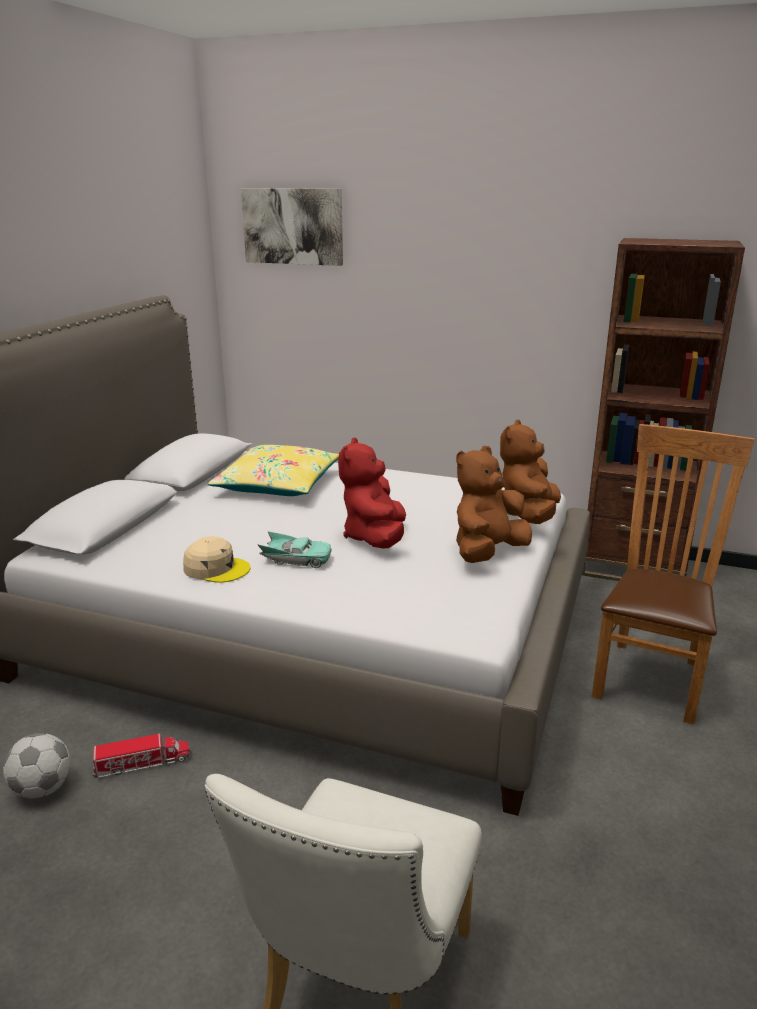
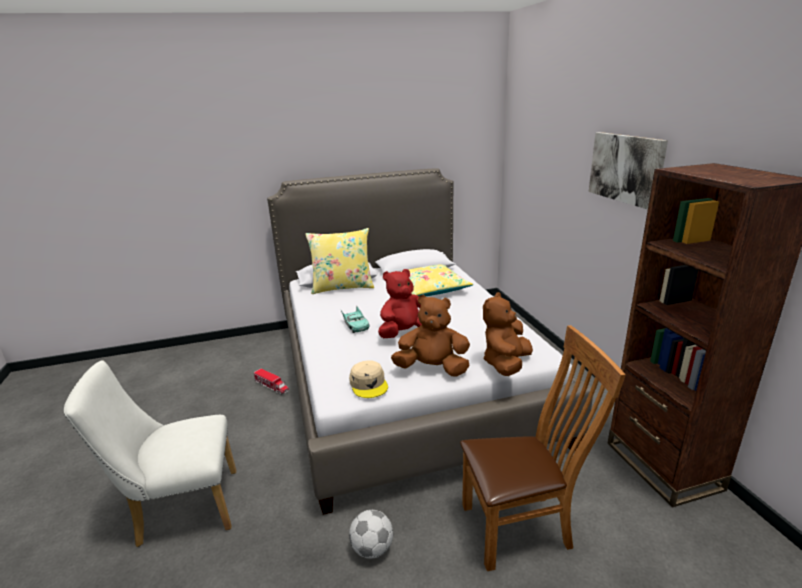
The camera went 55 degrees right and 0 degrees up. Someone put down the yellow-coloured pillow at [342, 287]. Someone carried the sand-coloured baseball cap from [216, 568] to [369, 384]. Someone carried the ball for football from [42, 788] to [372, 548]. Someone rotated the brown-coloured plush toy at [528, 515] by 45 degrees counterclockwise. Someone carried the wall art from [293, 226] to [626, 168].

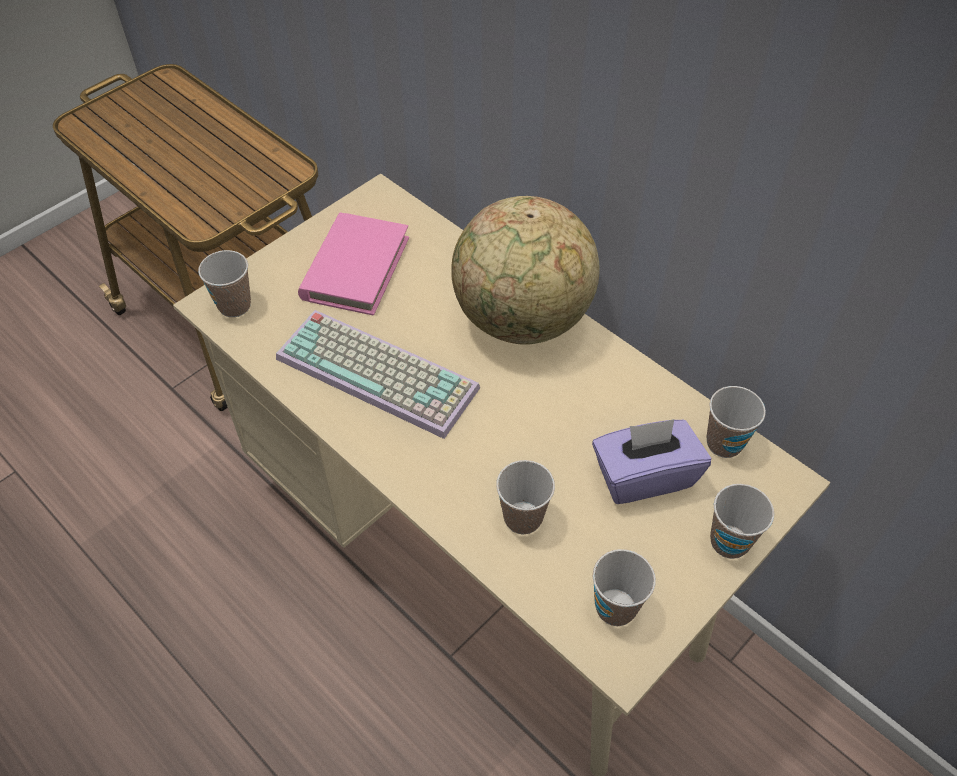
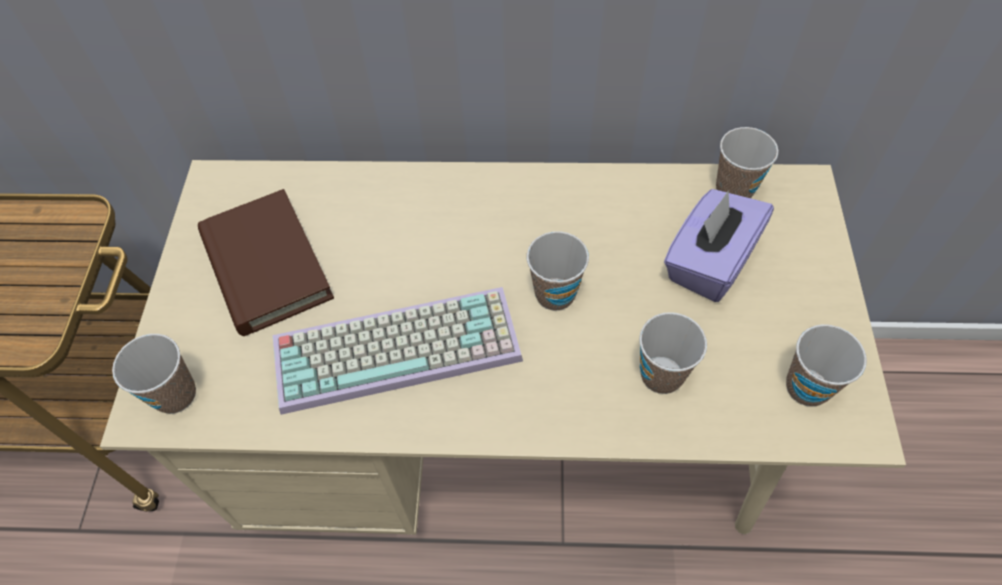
The camera went 40 degrees left and 5 degrees up. Someone repainted the pink-coloured book at [355, 268], which became the brown-coloured book at [266, 266]. Someone carried the drinking cup from [729, 542] to [555, 294]. Someone took away the globe at [522, 320].

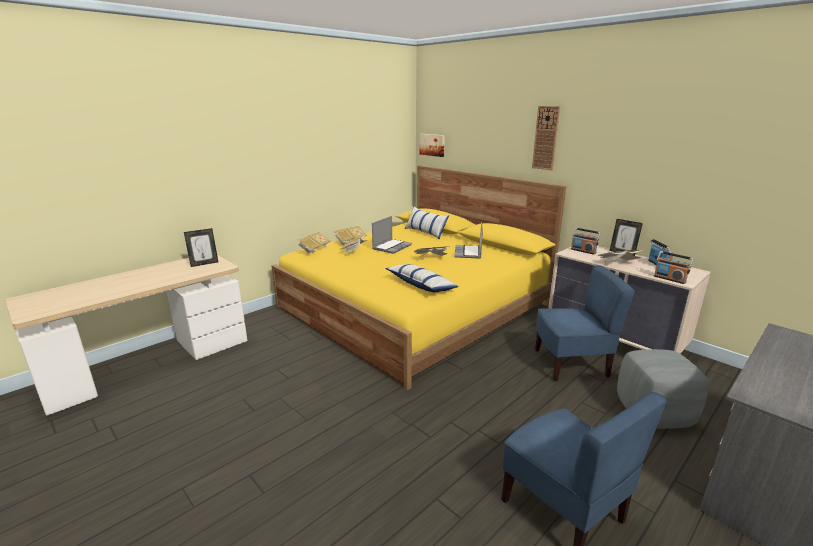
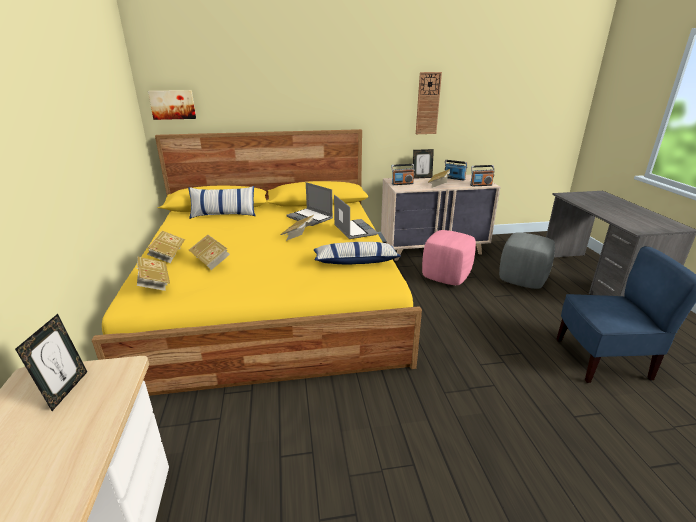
The camera went 55 degrees left and 5 degrees up. Someone carried the notebook computer from [392, 247] to [354, 230]. Someone carried the wall clock from [546, 138] to [428, 103]. Someone swapped the blue-coloured plain chair at [571, 364] for the pink-coloured footrest at [446, 277].

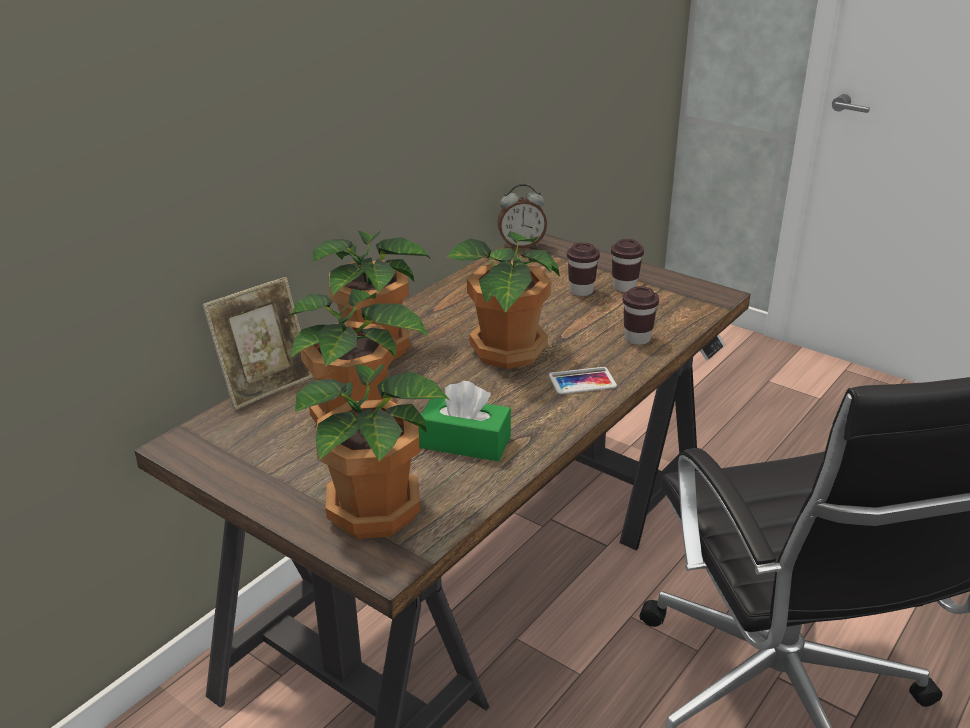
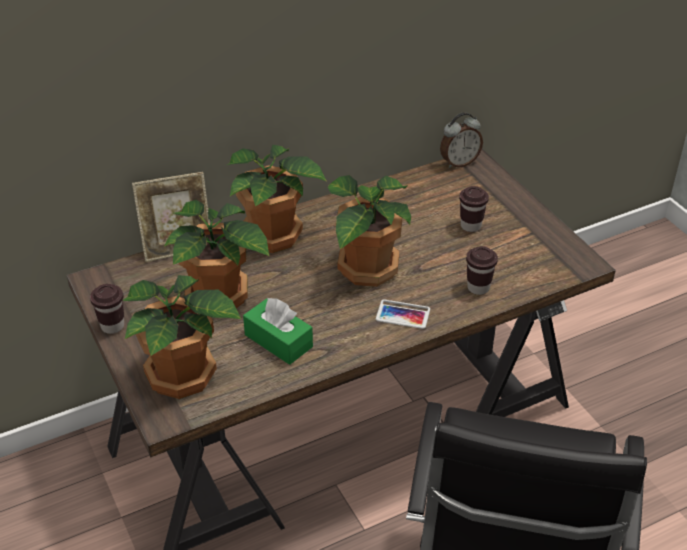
The camera went 25 degrees right and 10 degrees up. Someone carried the brown-coloured drinking cup from [624, 287] to [112, 326]. Someone rotated the bedside clock at [521, 245] by 45 degrees counterclockwise.

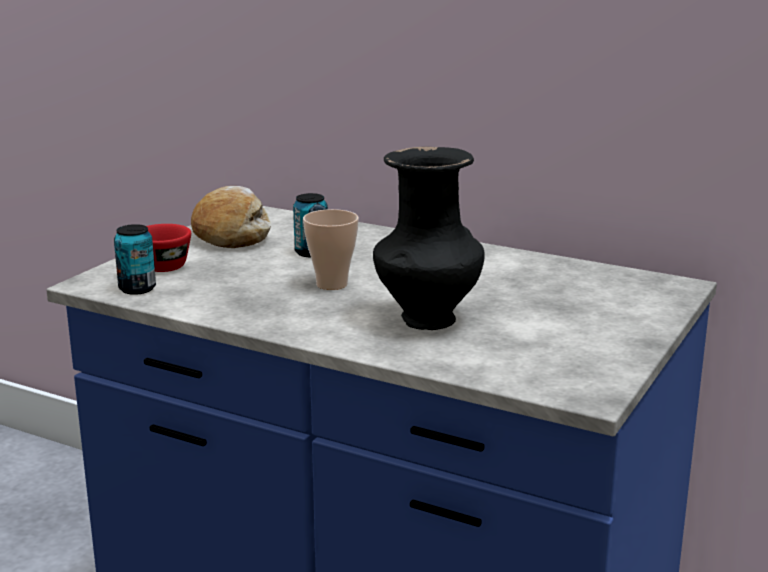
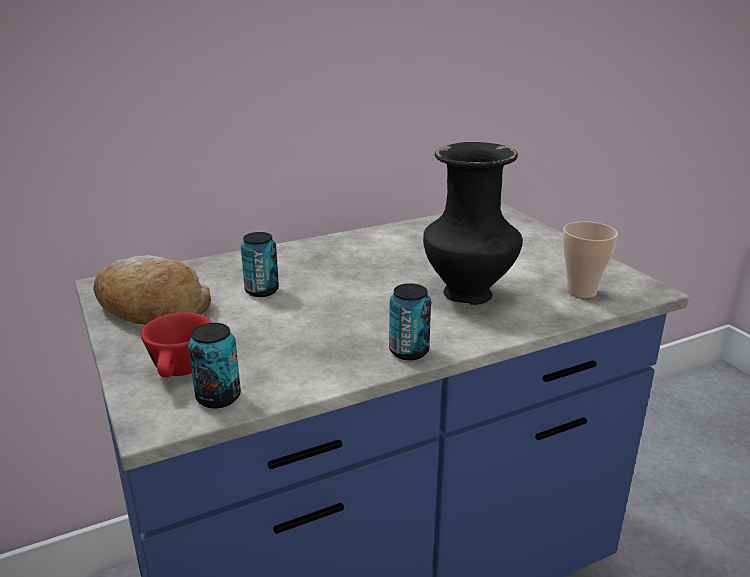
The camera went 55 degrees left and 5 degrees up. Someone put down the metal can at [409, 351]. Someone carried the drinking cup from [332, 284] to [581, 291].

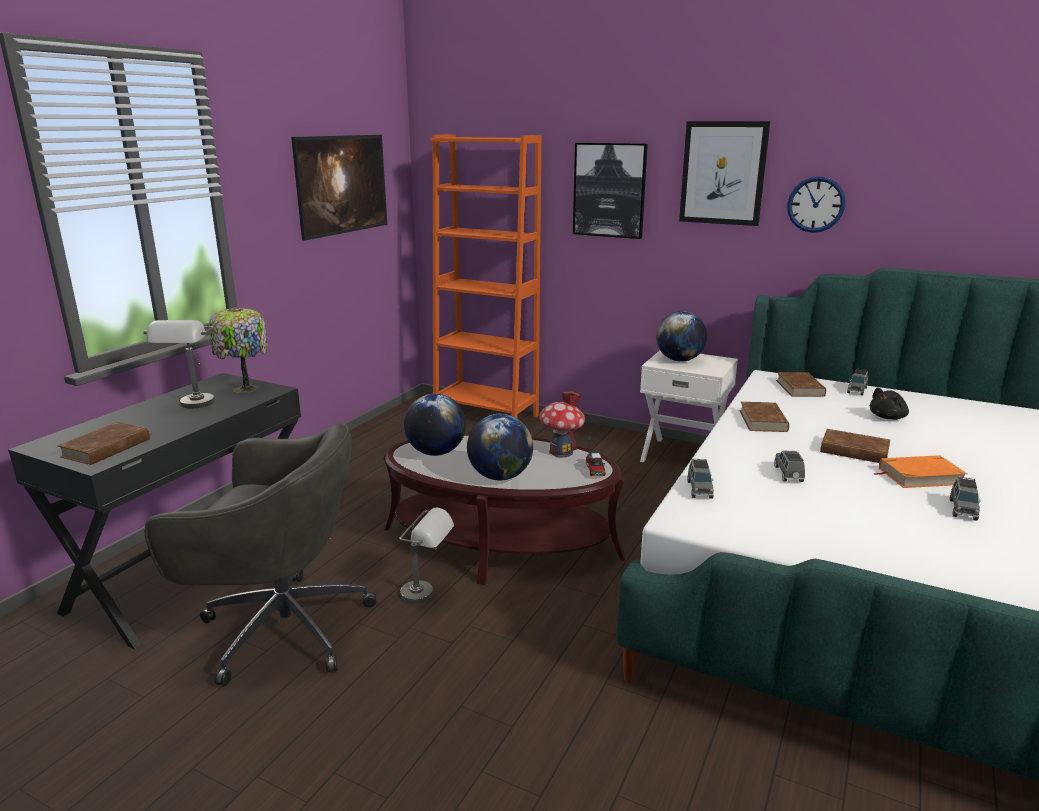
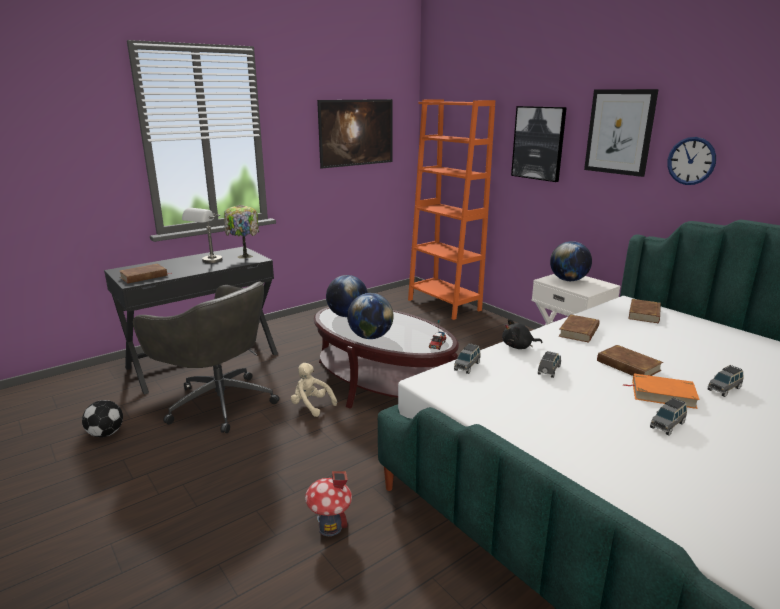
The camera went 25 degrees right and 0 degrees up. Someone put down the ball for football at [106, 433]. Someone swapped the grey tabletop lamp at [428, 595] for the sand-coloured plush toy at [311, 405]. Someone carried the miniature house from [561, 452] to [330, 527]. Someone carried the black plush toy from [888, 417] to [518, 347]. Someone carried the grey toy car from [857, 390] to [724, 389].

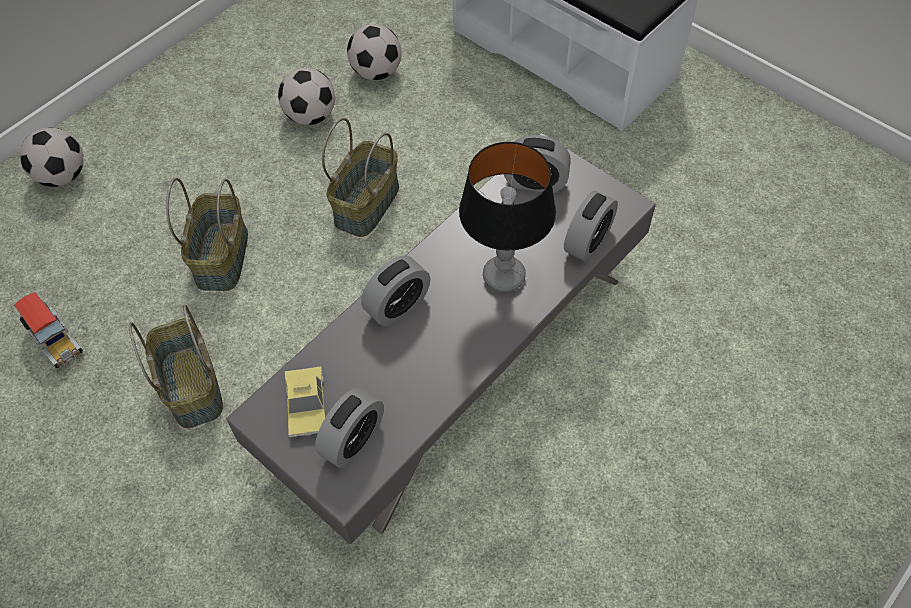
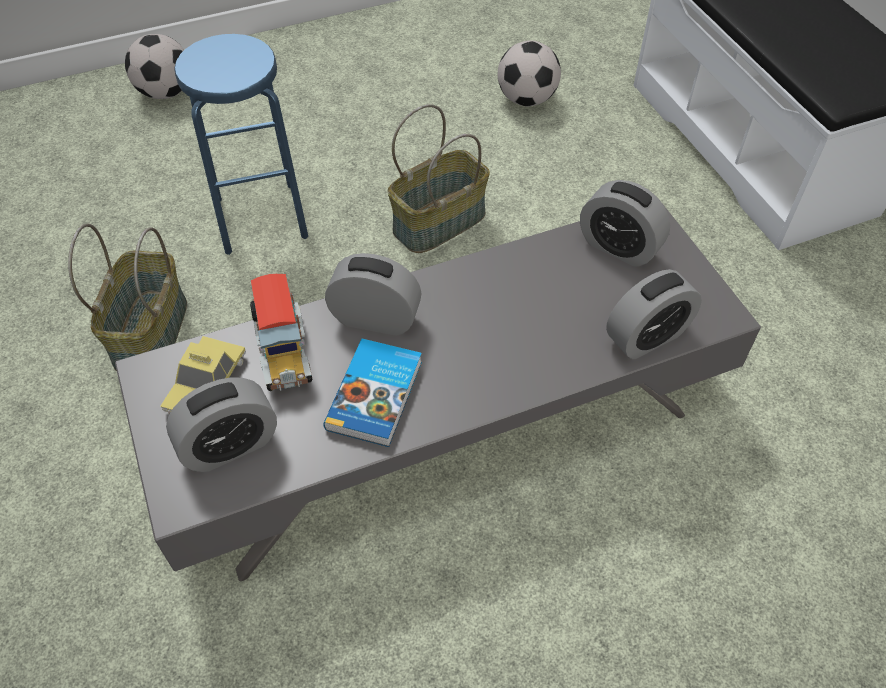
The camera went 25 degrees right and 5 degrees down. Someone swapped the basket at [221, 256] for the blue-coloured stool seat at [260, 218]. Someone carried the toy lorry from [56, 342] to [283, 353]. Someone put down the book at [377, 395]. Someone rotated the bedside clock at [397, 305] by 150 degrees counterclockwise. Someone took away the ball for football at [311, 116]. Someone took away the tabletop lamp at [503, 276].

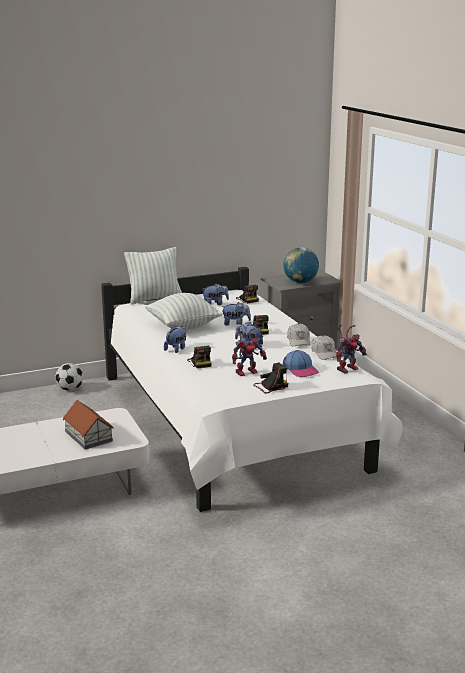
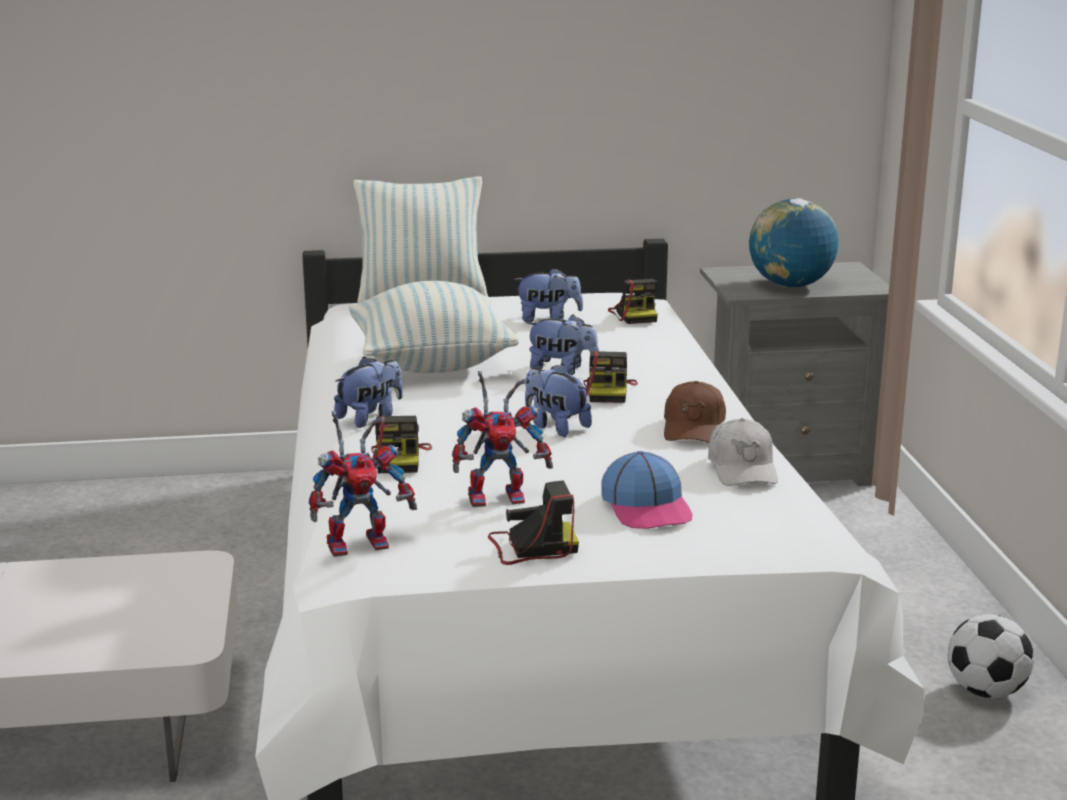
The camera went 15 degrees right and 0 degrees up. Someone carried the toy robot from [347, 368] to [361, 542]. Someone repainted the white baseball cap at [299, 341], which became the brown-coloured baseball cap at [694, 428]. Someone carried the ball for football from [70, 389] to [986, 691]. Someone took away the miniature house at [88, 436].

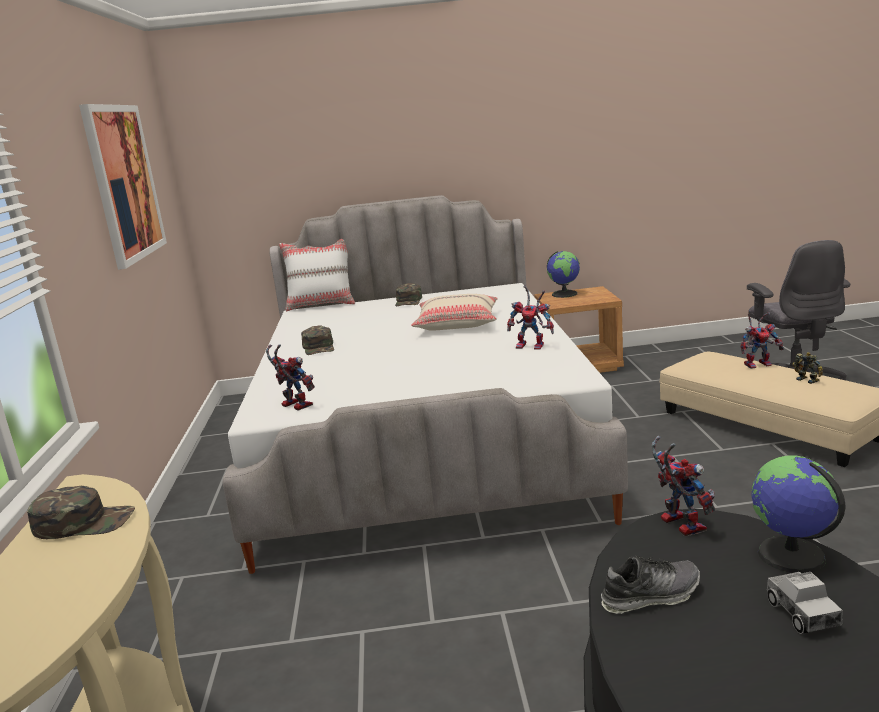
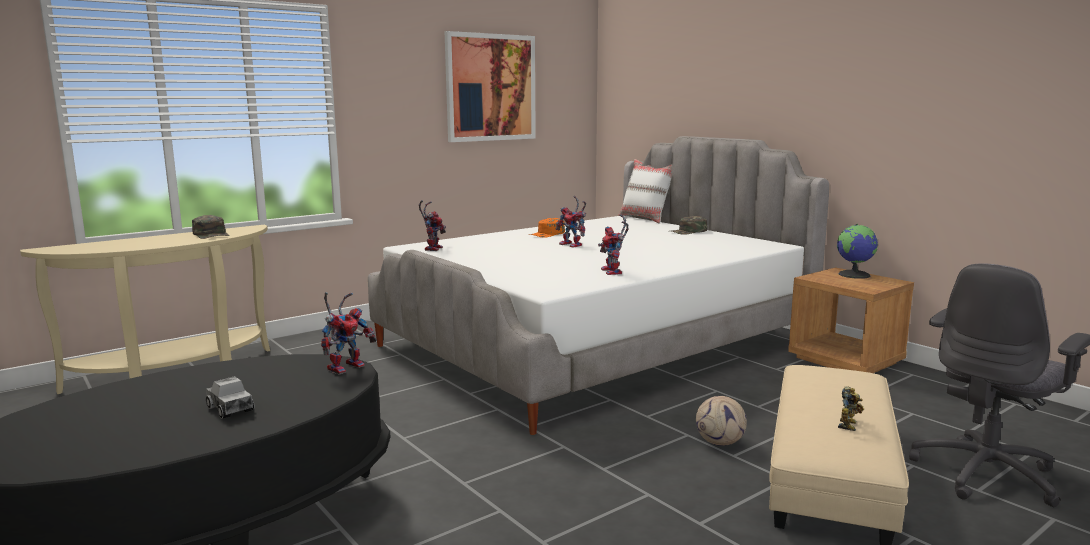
The camera went 55 degrees right and 5 degrees down. Someone rotated the toy lorry at [802, 613] by 90 degrees counterclockwise. Someone repainted the green-coloured baseball cap at [319, 347], which became the orange baseball cap at [547, 234]. Someone carried the toy robot from [758, 364] to [573, 245]. Someone put down the ball for football at [720, 443]. Someone took away the sand-coloured pillow at [457, 323]. Someone took away the item of footwear at [651, 596]. Someone took away the globe at [791, 555].

